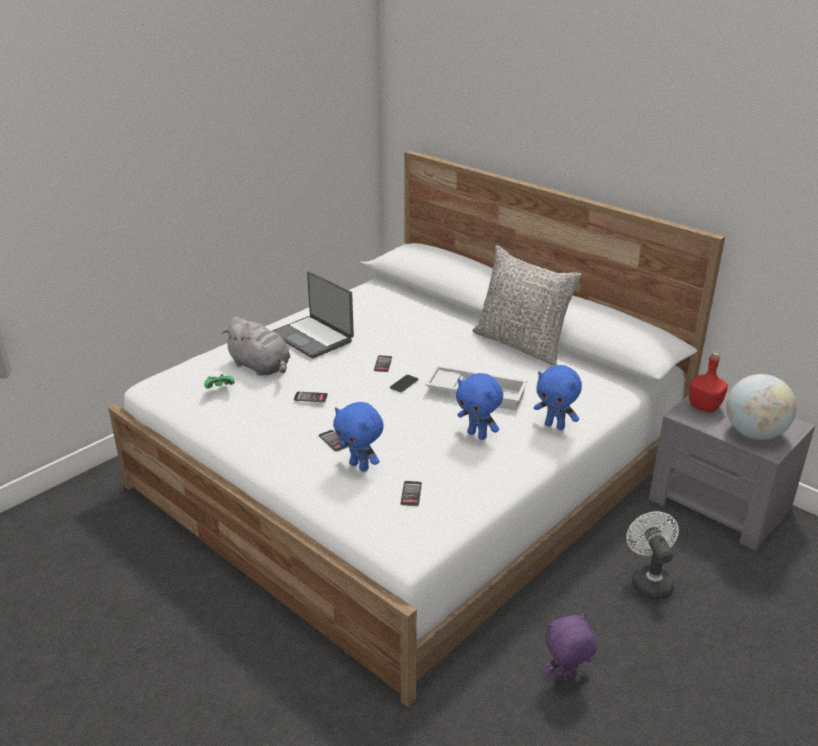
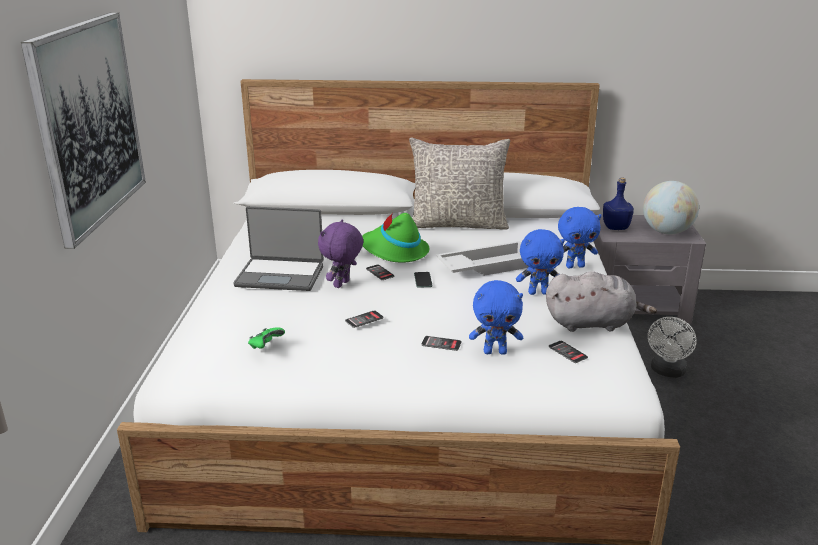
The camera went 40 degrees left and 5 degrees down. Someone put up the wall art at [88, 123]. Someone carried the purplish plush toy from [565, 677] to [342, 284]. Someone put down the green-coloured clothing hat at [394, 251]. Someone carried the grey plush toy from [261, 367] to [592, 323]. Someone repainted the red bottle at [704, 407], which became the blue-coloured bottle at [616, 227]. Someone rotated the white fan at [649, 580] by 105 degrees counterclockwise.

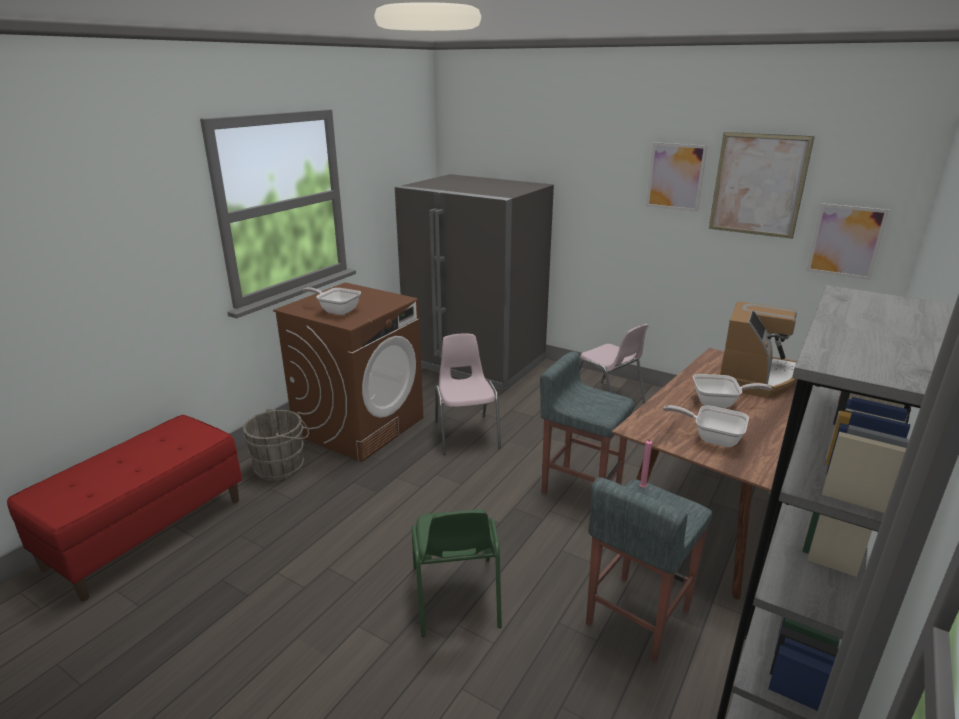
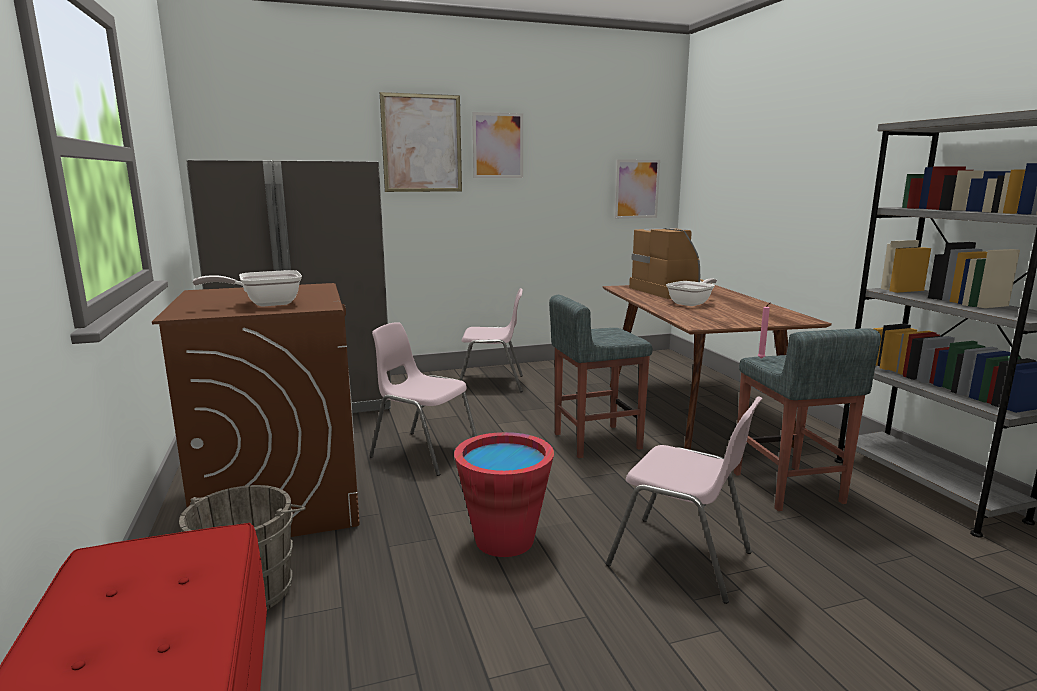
The camera went 50 degrees left and 10 degrees down. Someone carried the wall art from [758, 185] to [422, 143]. Someone put down the red water bucket at [504, 540]. Someone repainted the green-coloured plain chair at [456, 597], which became the pink-coloured plain chair at [682, 559]. Someone took away the frying pan at [711, 437].

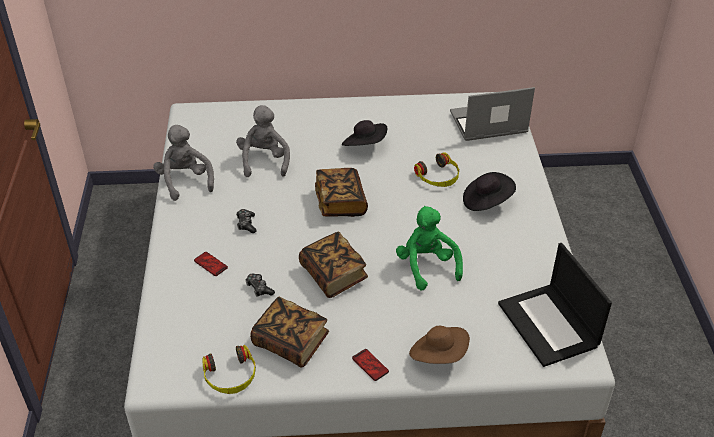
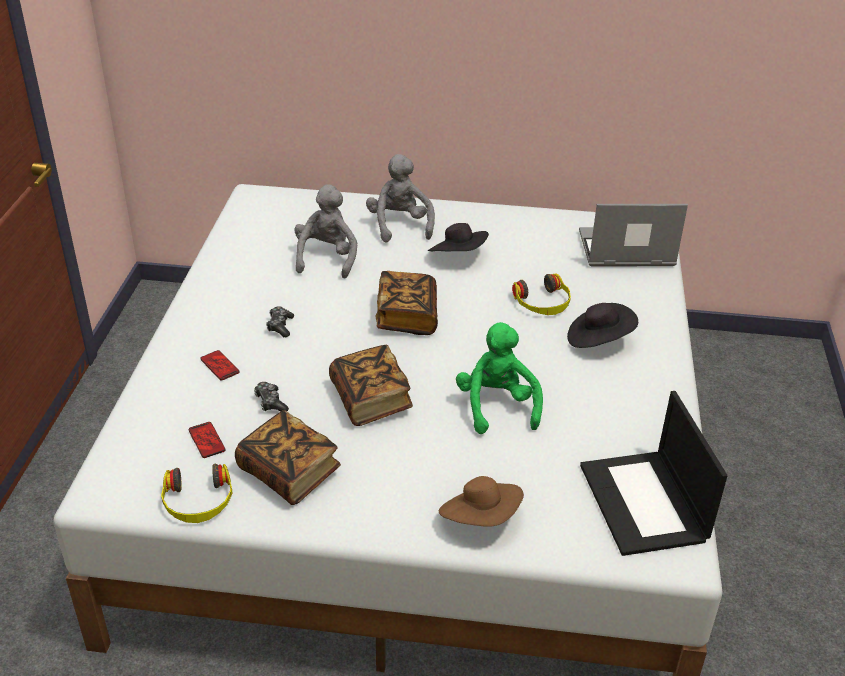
The camera went 10 degrees right and 5 degrees down. Someone carried the handset from [370, 365] to [207, 440]. Someone carried the grey plush toy from [185, 181] to [399, 225].

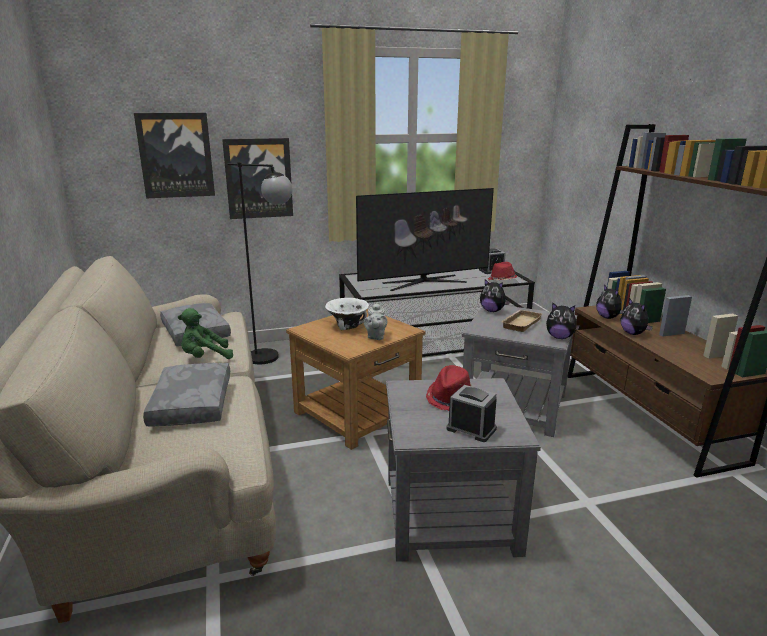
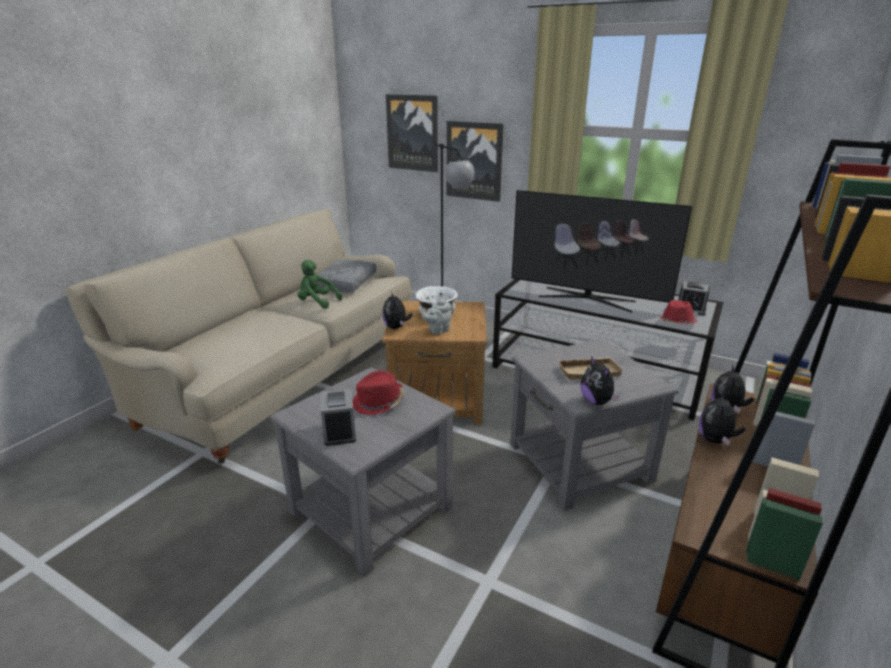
The camera went 45 degrees right and 5 degrees up. Someone carried the plush toy from [492, 311] to [396, 327]. Someone took away the grey pillow at [190, 404].

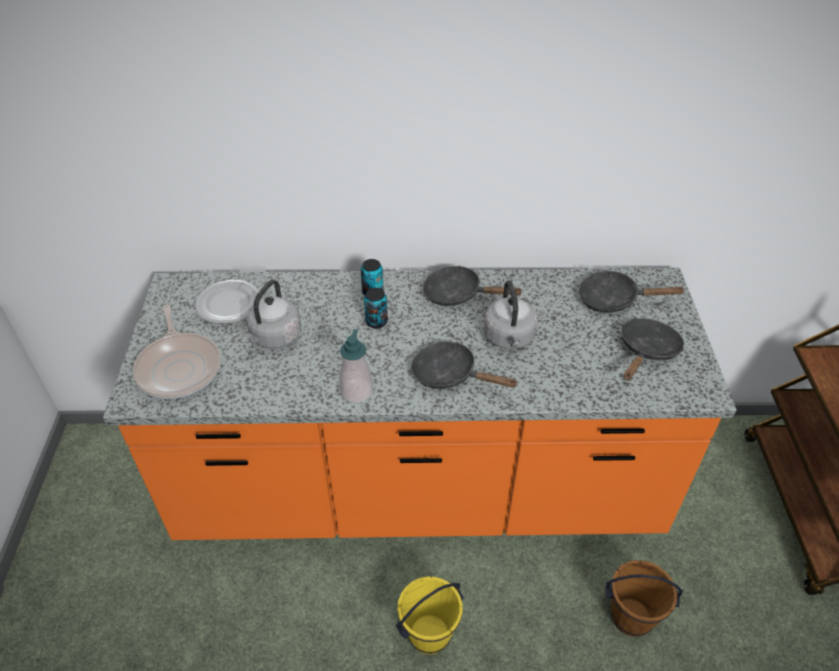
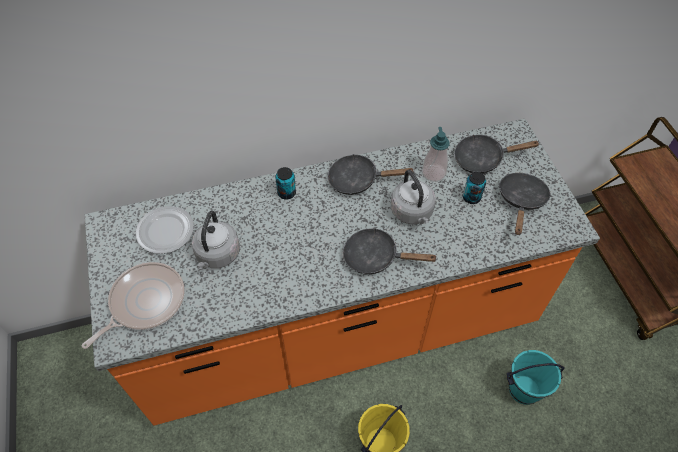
The camera went 15 degrees left and 10 degrees up. Someone rotated the frying pan at [179, 367] by 105 degrees counterclockwise. Someone carried the soap dispenser from [357, 392] to [433, 173]. Someone carried the metal can from [376, 322] to [471, 197]. Someone repainted the brown-coloured water bucket at [631, 618], which became the turquoise-coloured water bucket at [524, 390].

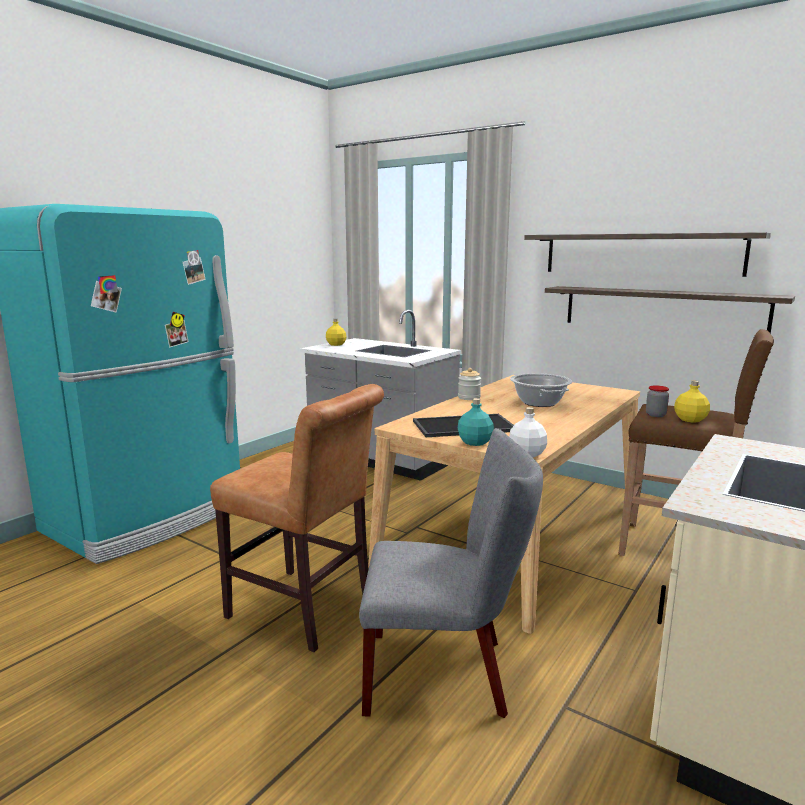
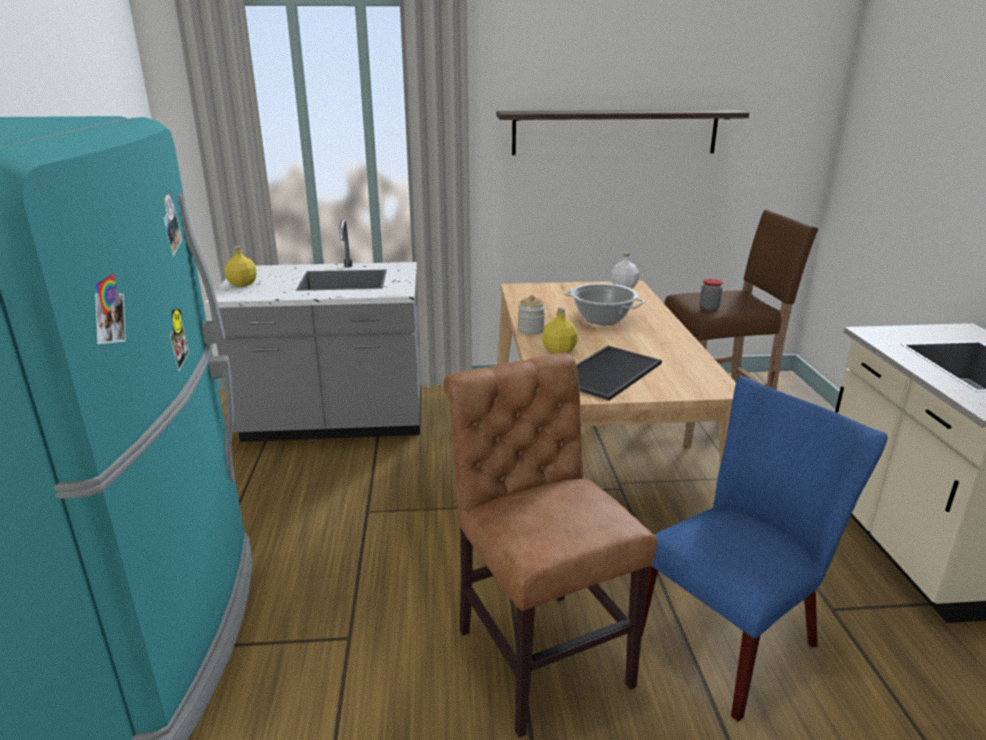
The camera went 40 degrees left and 10 degrees up. Someone rotated the brown-coloured plain chair at [306, 611] by 105 degrees counterclockwise. Someone carried the yellow-coloured bottle from [690, 420] to [559, 350]. Someone carried the white bottle from [527, 454] to [624, 287]. Someone repainted the grey plain chair at [446, 674], which became the blue-coloured plain chair at [733, 636]. Someone took away the turquoise-coloured bottle at [474, 442]. Someone took away the bracket shelf at [662, 310].

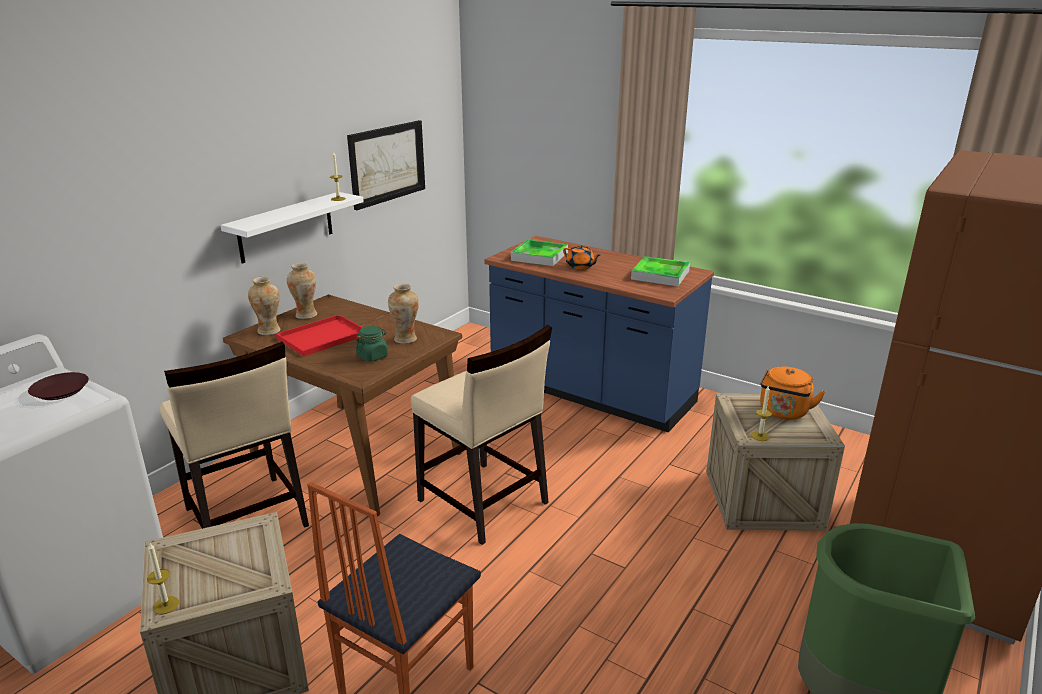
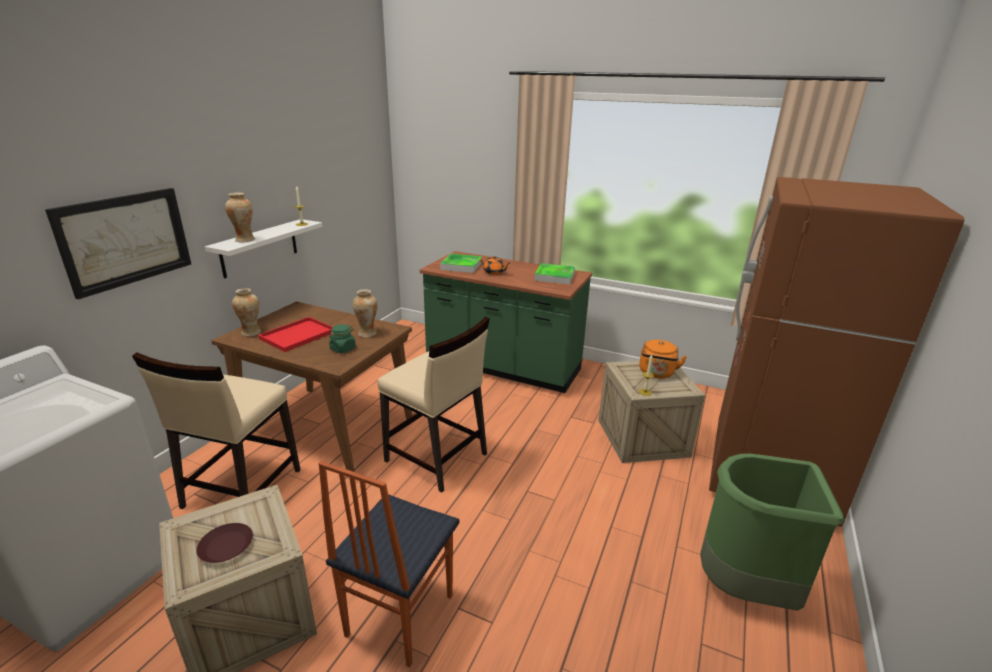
The camera went 10 degrees left and 0 degrees up. Someone carried the wall art from [387, 163] to [125, 239]. Someone rotated the sand-coloured plain chair at [245, 518] by 60 degrees clockwise. Someone carried the brown-coloured dinner plate from [60, 391] to [225, 547]. Someone carried the flower vase from [306, 315] to [245, 240]. Someone repainted the blue-coloured kitchen base unit at [591, 393], which became the green-coloured kitchen base unit at [503, 367]. Someone took away the candle at [166, 605].

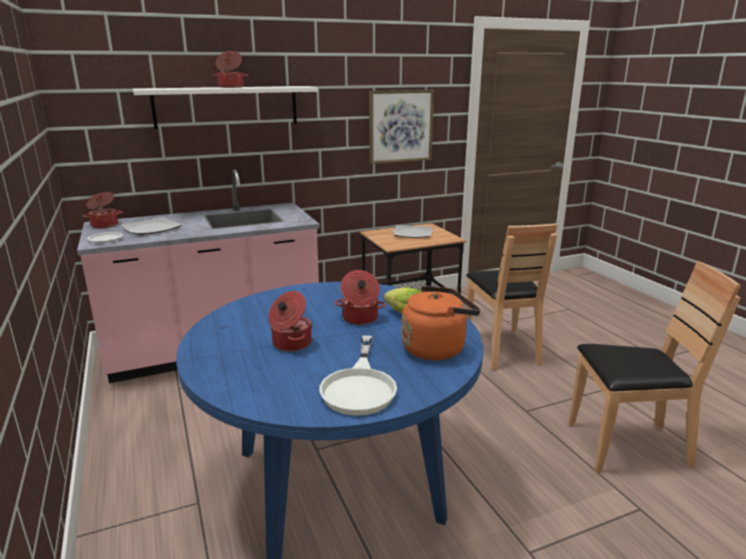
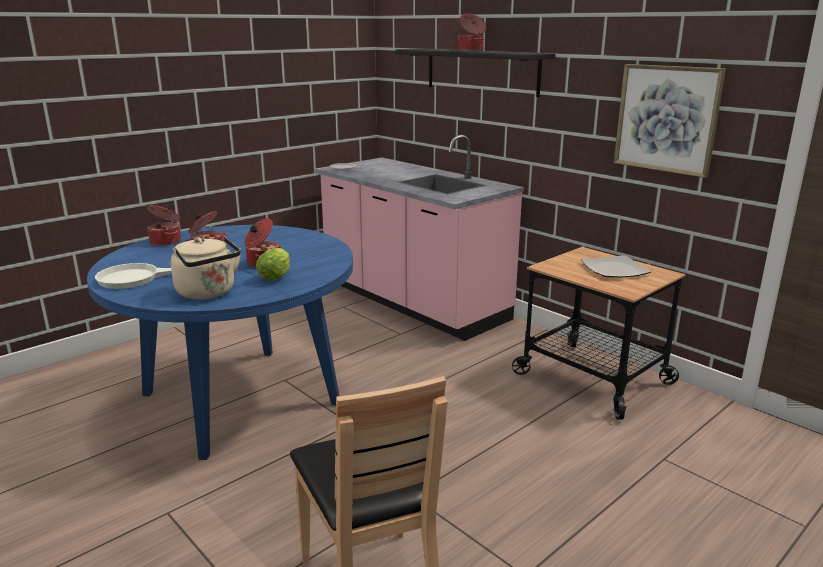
The camera went 70 degrees right and 0 degrees up. Someone carried the cooking pot from [104, 225] to [166, 242]. Someone repainted the orange kettle at [436, 348], which became the sand-coloured kettle at [208, 293]. Someone repainted the white bracket shelf at [226, 107], which became the black bracket shelf at [481, 71]. Someone took away the dinner plate at [151, 229]. Someone took away the brown-coloured plain chair at [502, 349].

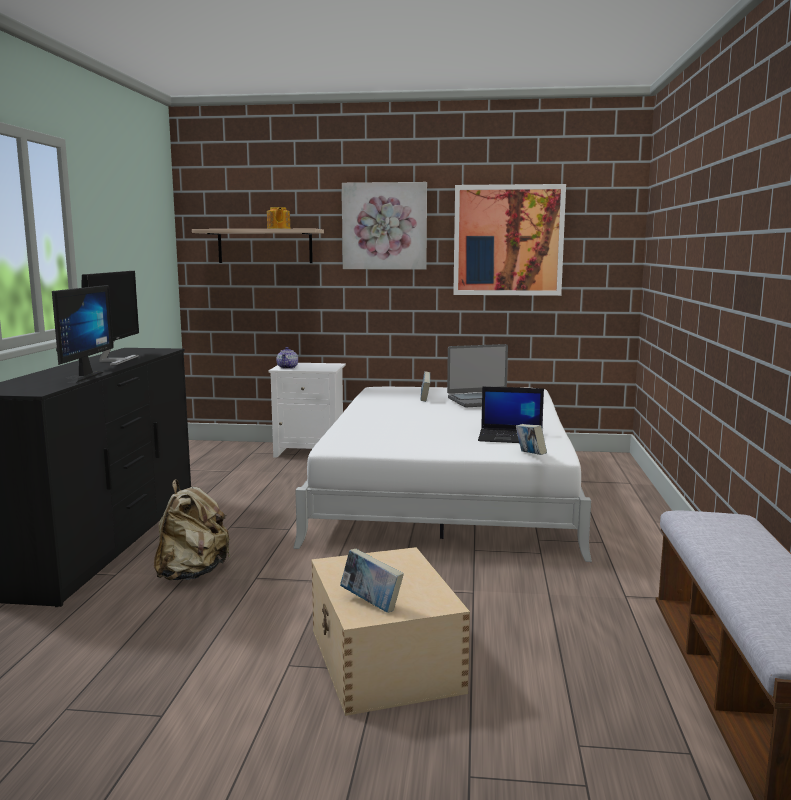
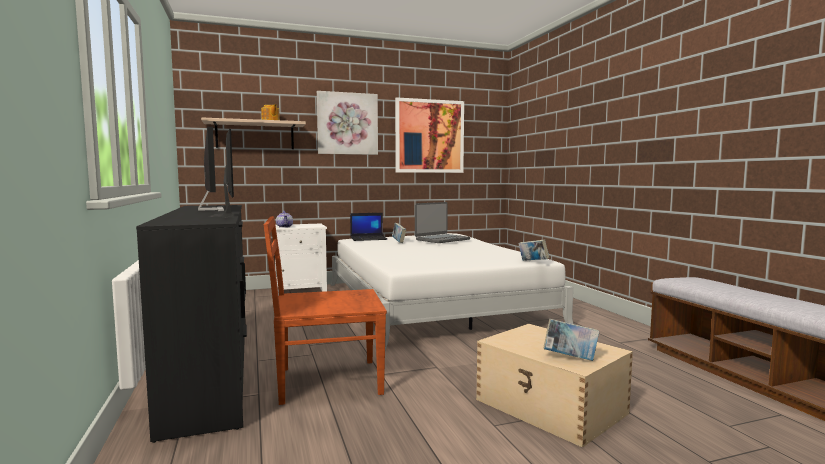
The camera went 25 degrees left and 5 degrees down. Someone swapped the sand-coloured knapsack at [192, 574] for the brown-coloured plain chair at [326, 381]. Someone carried the notebook computer from [511, 437] to [369, 238].

